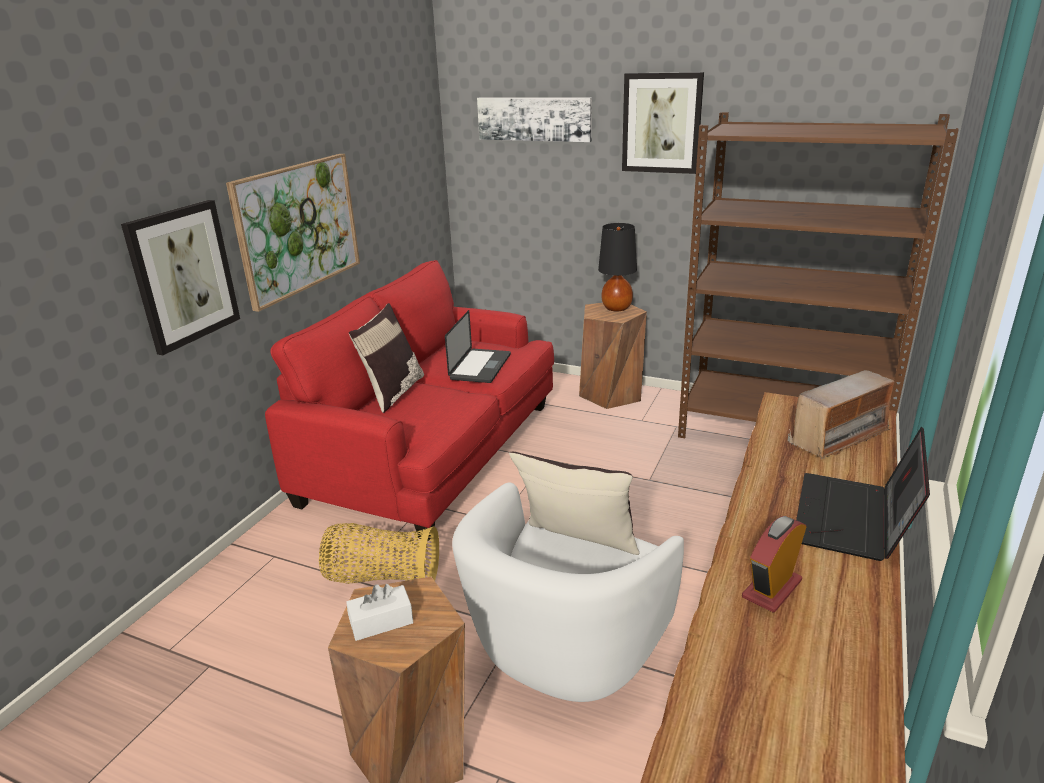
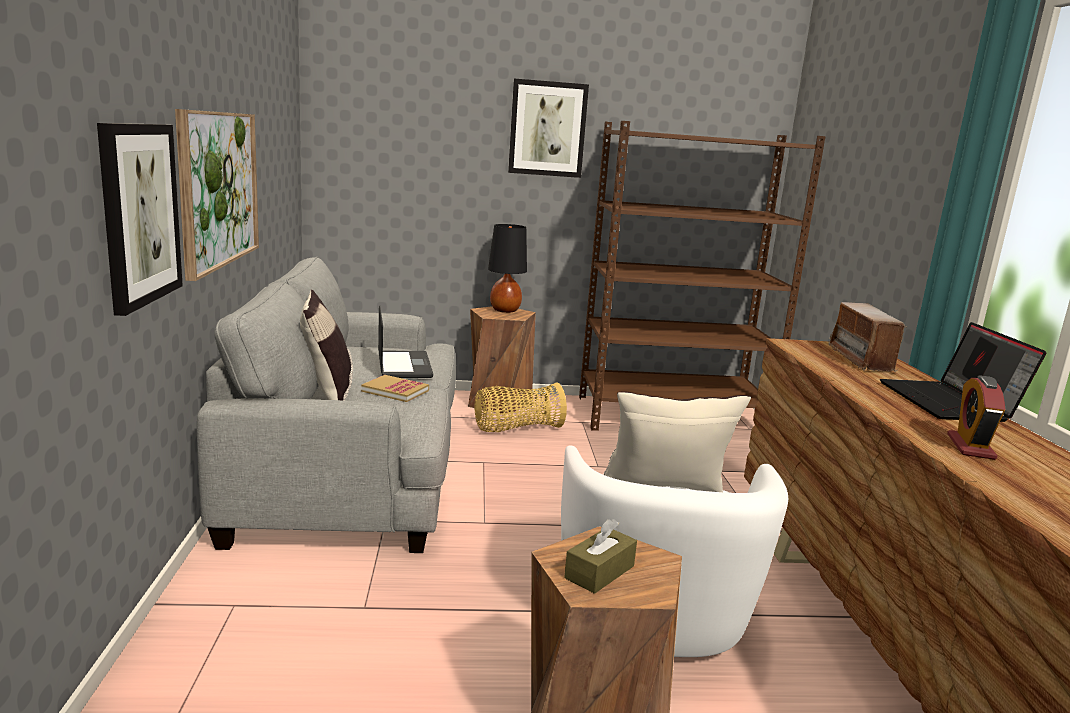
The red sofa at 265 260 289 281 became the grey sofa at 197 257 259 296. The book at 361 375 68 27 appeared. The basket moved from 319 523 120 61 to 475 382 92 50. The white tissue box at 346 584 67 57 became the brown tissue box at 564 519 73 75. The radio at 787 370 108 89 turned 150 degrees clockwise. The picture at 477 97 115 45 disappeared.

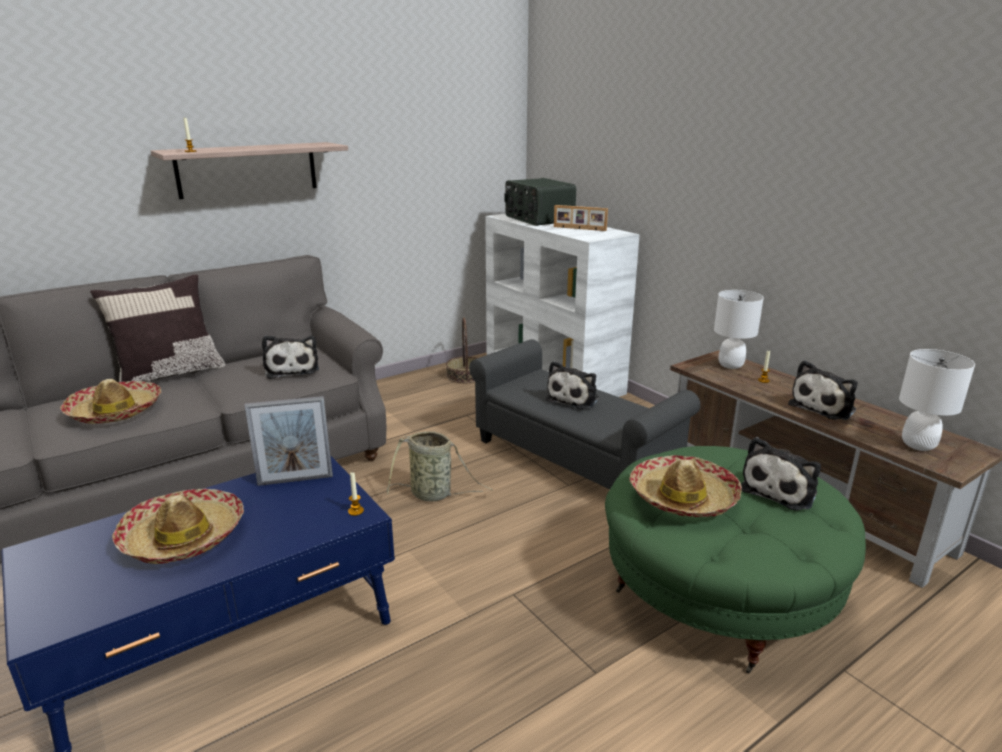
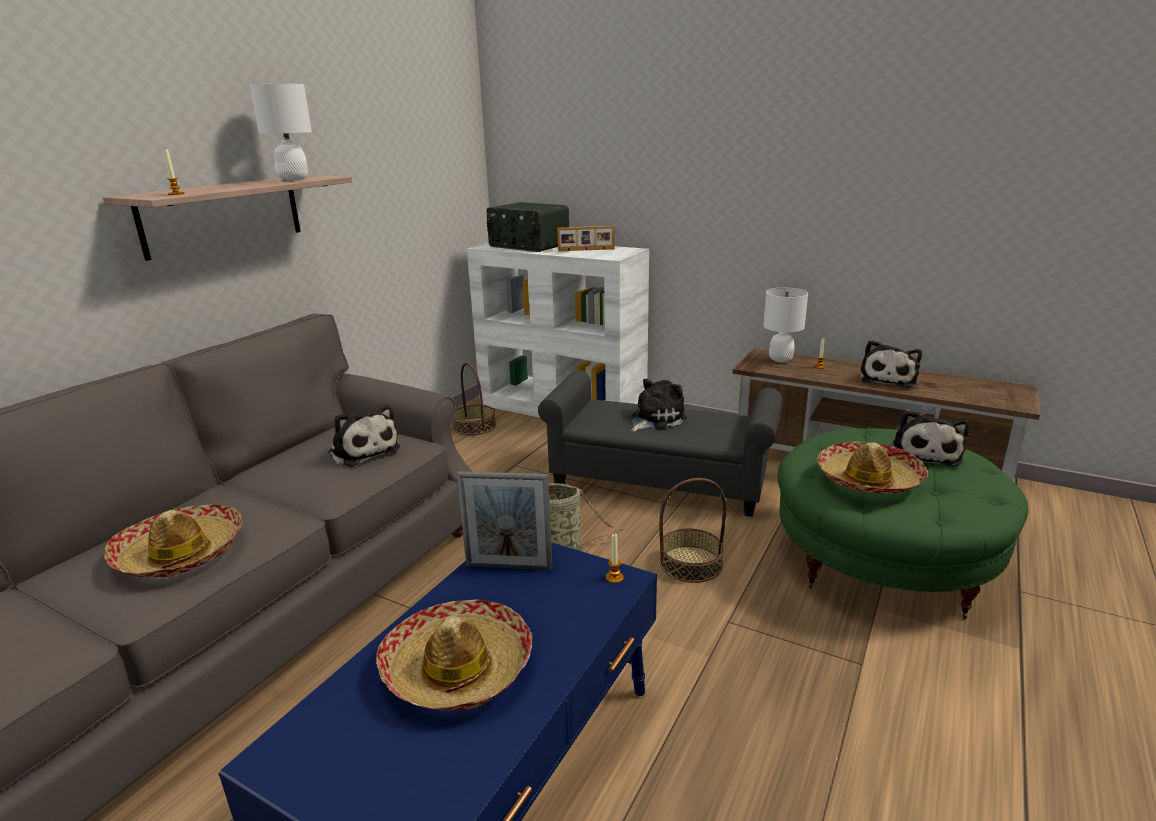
The white table lamp moved from 899 349 76 102 to 250 83 62 97. The picture frame at 244 396 89 90 turned 45 degrees clockwise. The plush toy at 545 361 54 48 turned 135 degrees counterclockwise. The basket at 659 478 67 105 appeared. The pillow at 90 274 135 108 disappeared.

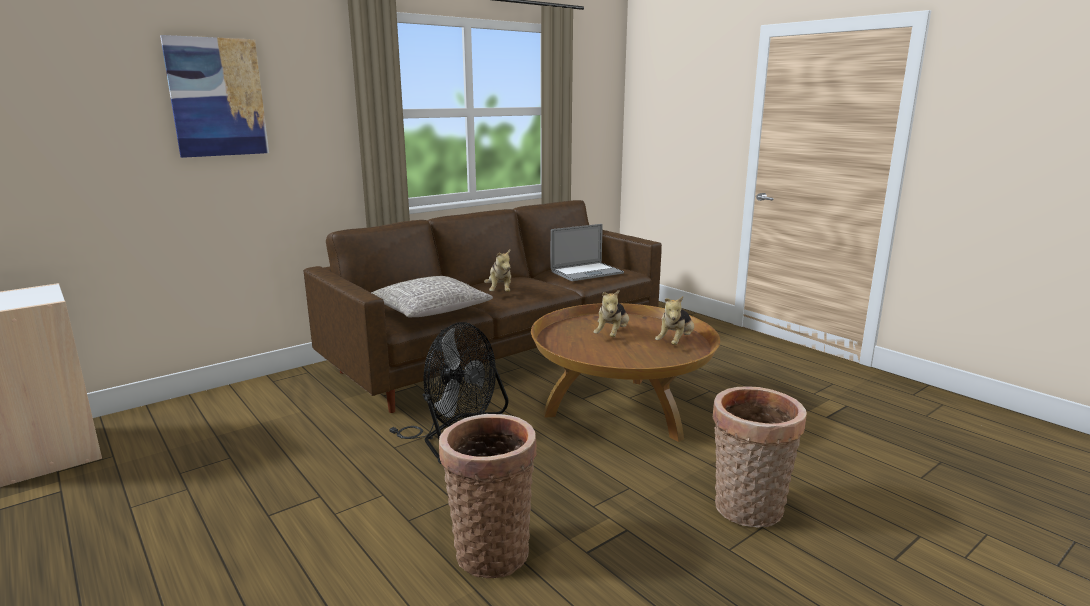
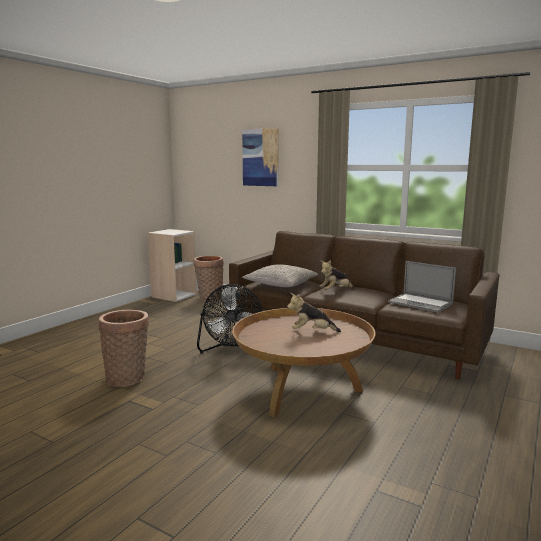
The basket moved from 712 386 95 142 to 194 256 30 45. The plush toy at 655 296 39 49 disappeared.

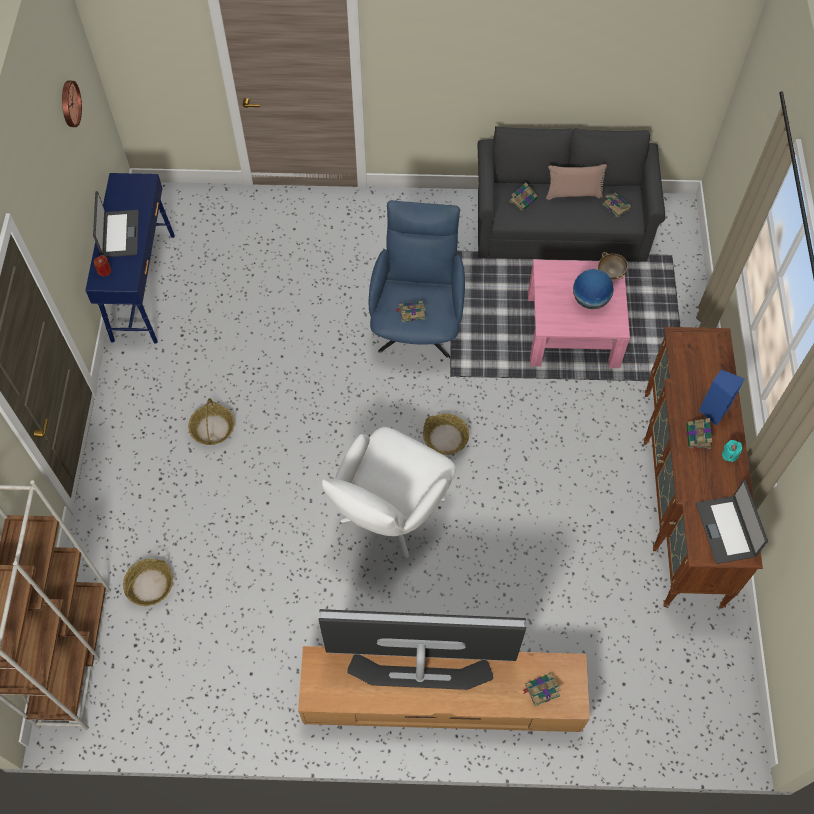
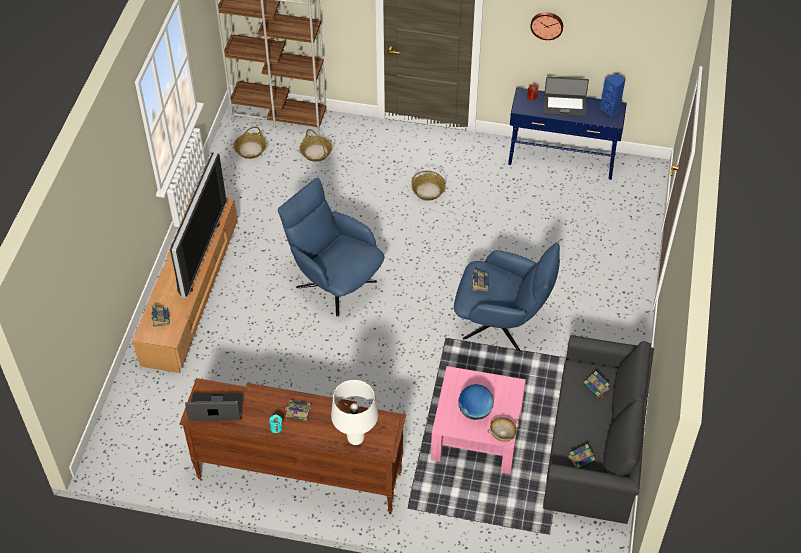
The basket moved from 423 414 46 41 to 233 126 34 33. The white armchair at 322 427 134 132 became the blue armchair at 278 178 107 139. The white table lamp at 331 380 47 65 appeared. The wall clock moved from 62 81 20 46 to 530 12 33 28. The blue speaker moved from 699 369 46 57 to 600 73 26 44. The beige pillow at 546 164 61 36 disappeared.

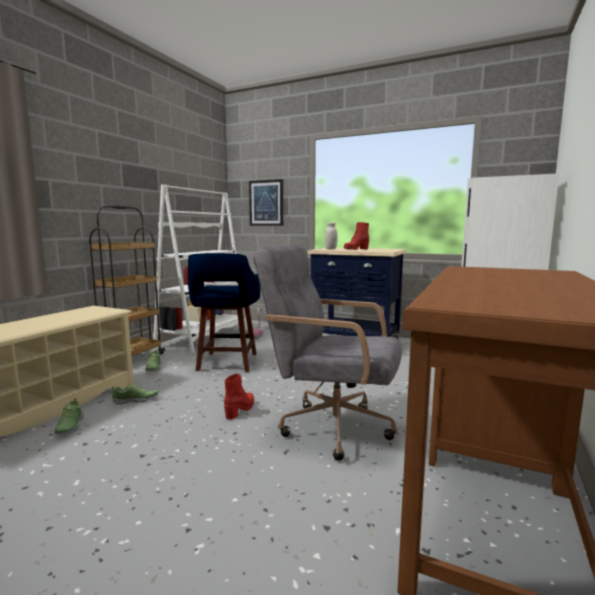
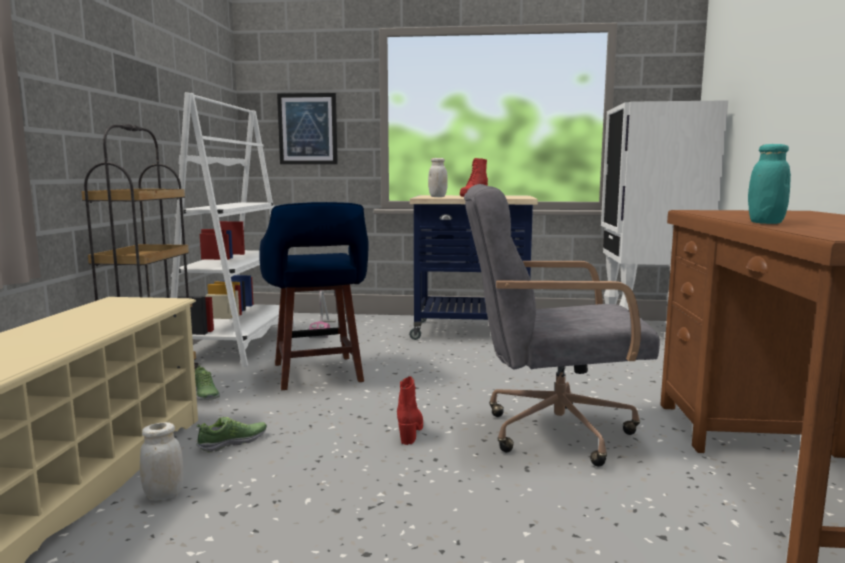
The shoe at 54 398 30 37 was replaced by the white jar at 140 422 43 79. The turquoise jar at 748 144 43 80 appeared.

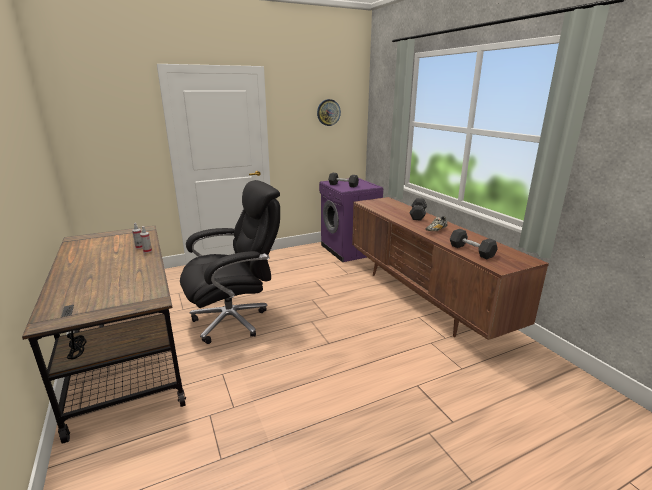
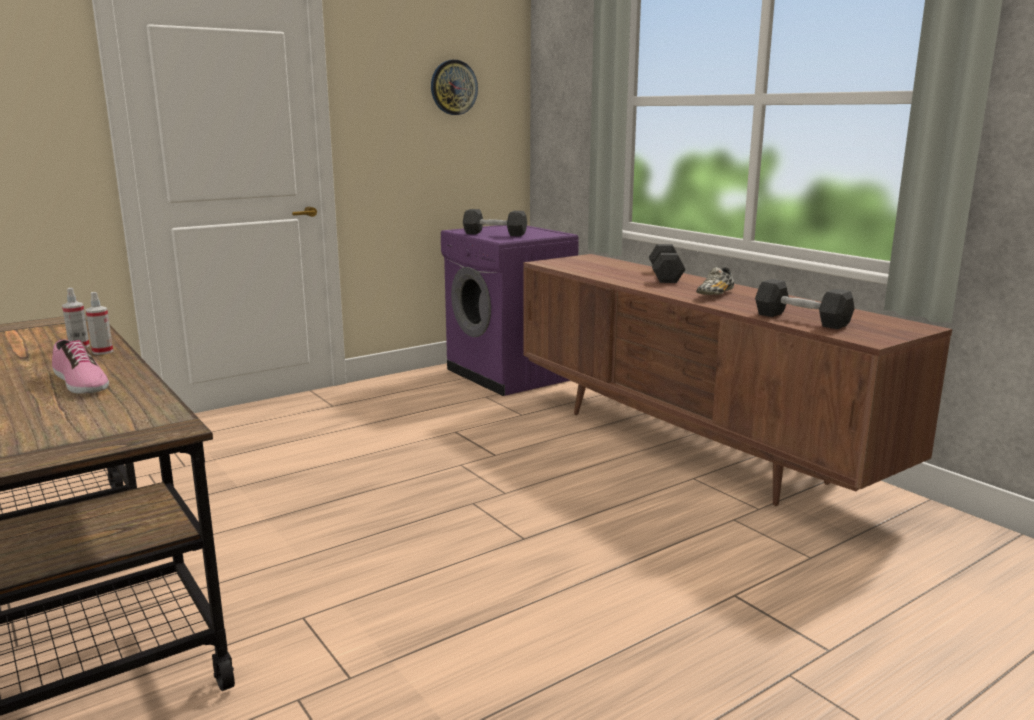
The shoe at 52 339 57 55 appeared. The black office chair at 180 180 100 164 disappeared.

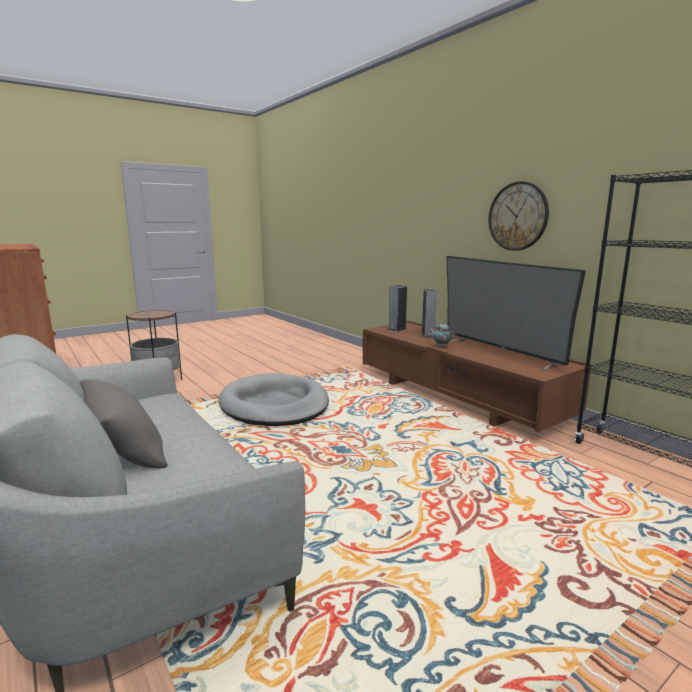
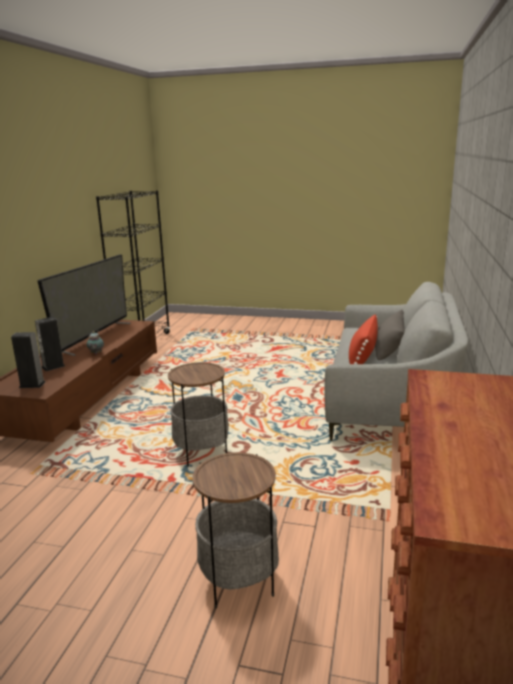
The grey dog bed at 219 373 110 53 was replaced by the side table at 168 362 61 105. The red pillow at 349 314 29 50 appeared. The wall clock at 488 181 61 70 disappeared.

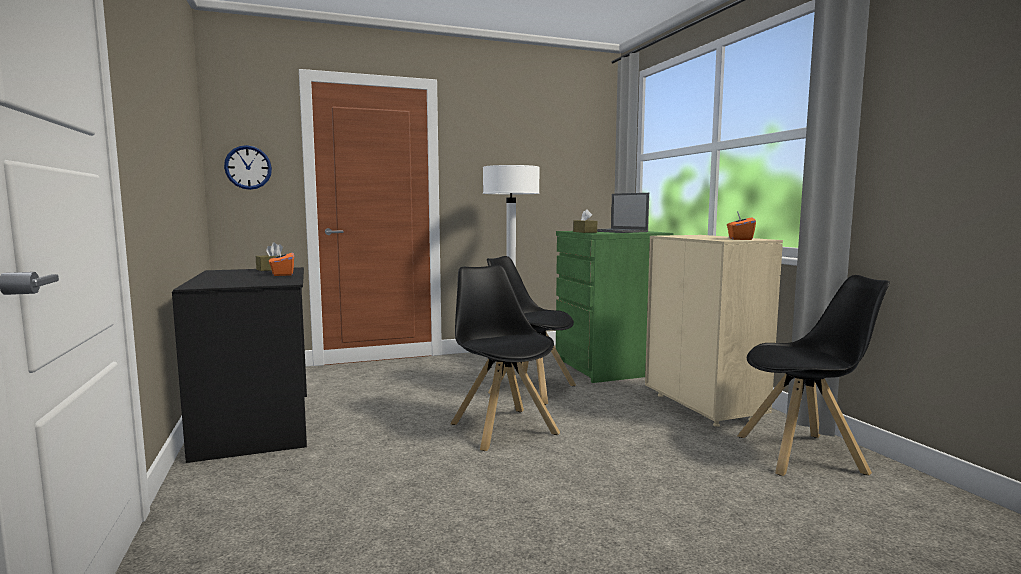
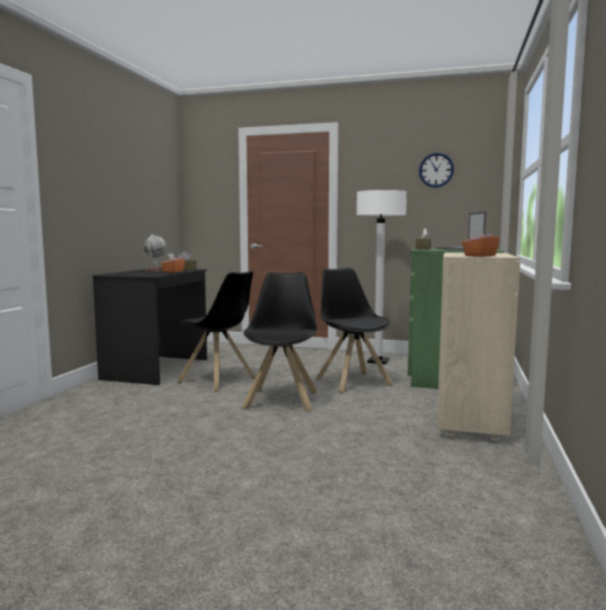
The globe at 144 234 22 38 appeared. The black chair moved from 737 275 153 201 to 177 270 79 121. The wall clock moved from 224 145 48 45 to 419 153 35 34.

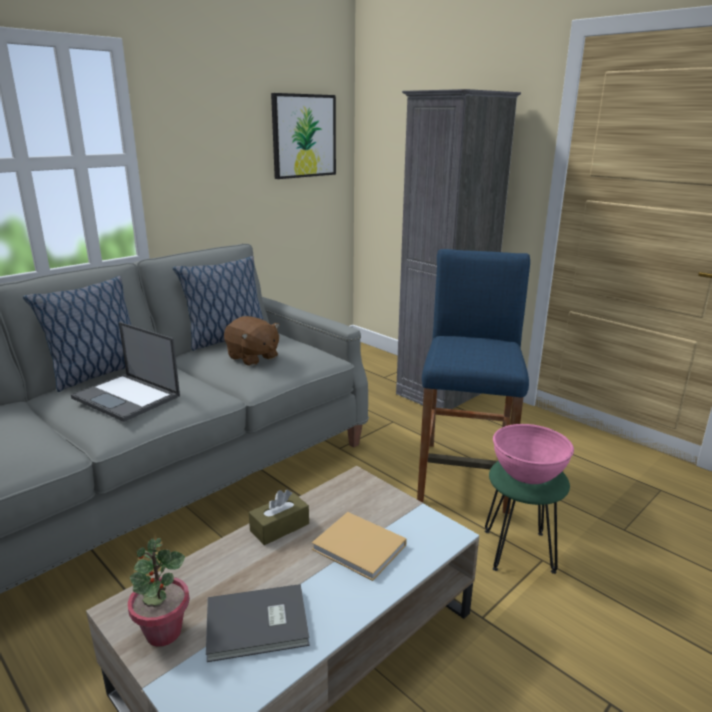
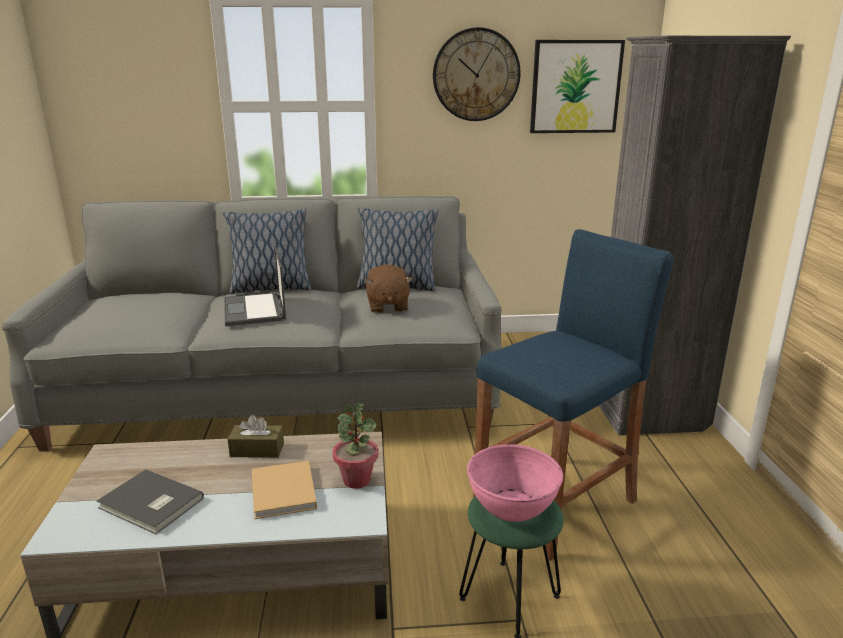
The potted plant moved from 128 538 62 109 to 333 403 46 86. The wall clock at 433 27 88 94 appeared.

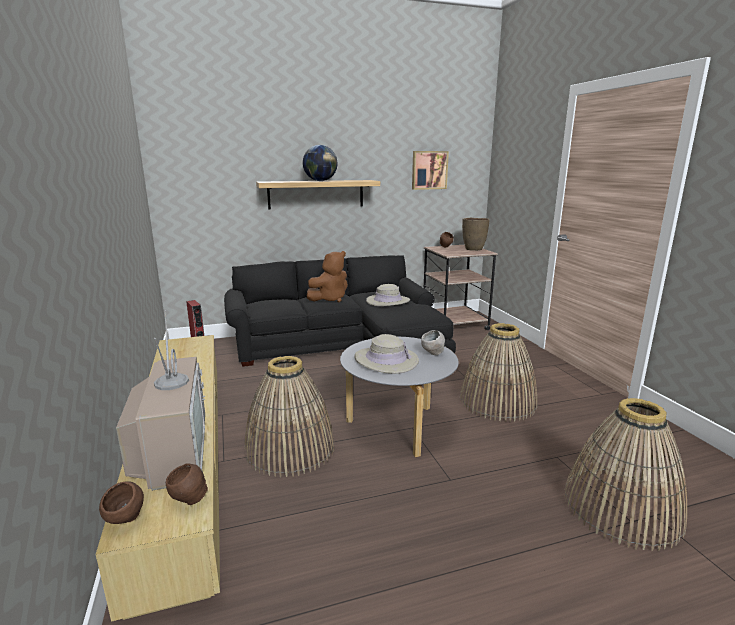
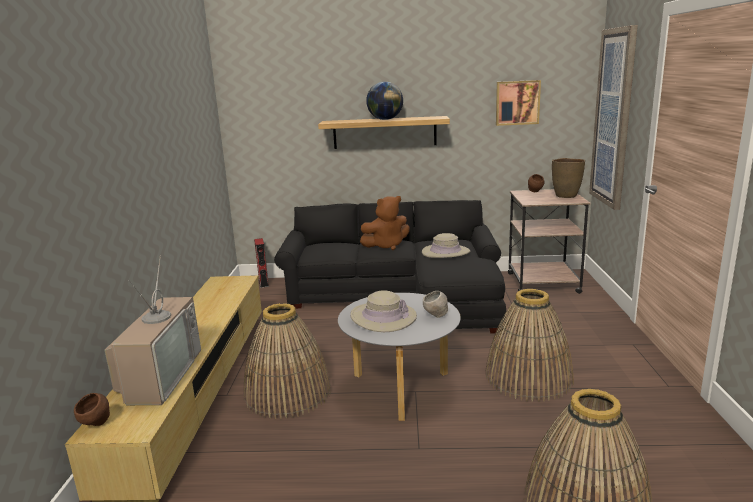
The picture at 589 25 49 185 appeared. The brown bowl at 166 463 42 42 disappeared.

